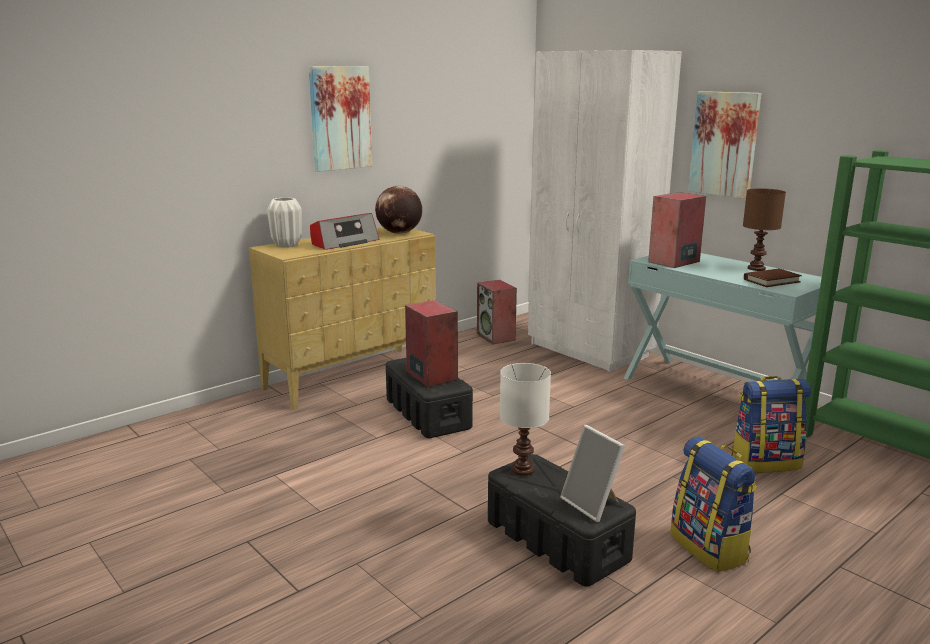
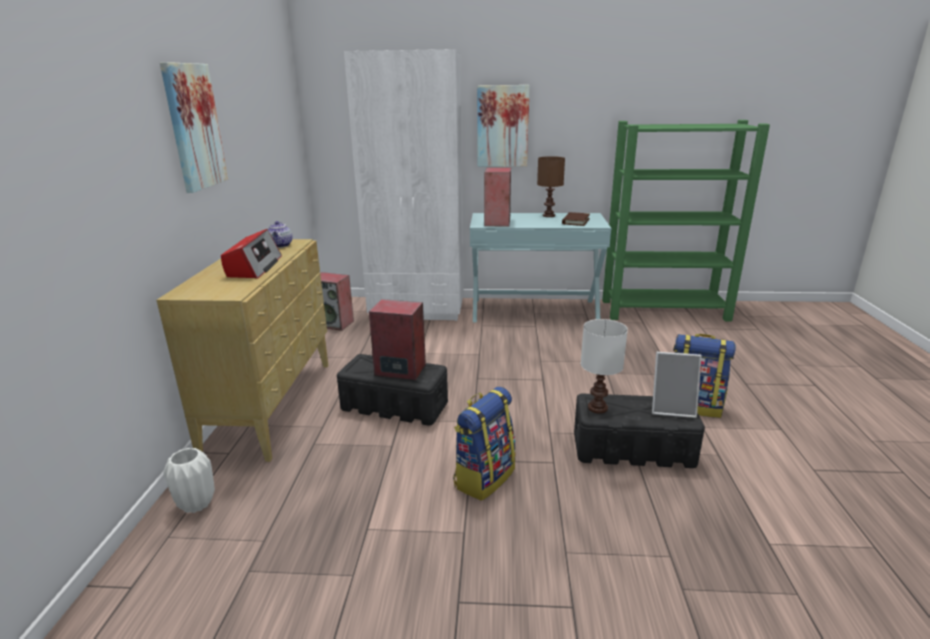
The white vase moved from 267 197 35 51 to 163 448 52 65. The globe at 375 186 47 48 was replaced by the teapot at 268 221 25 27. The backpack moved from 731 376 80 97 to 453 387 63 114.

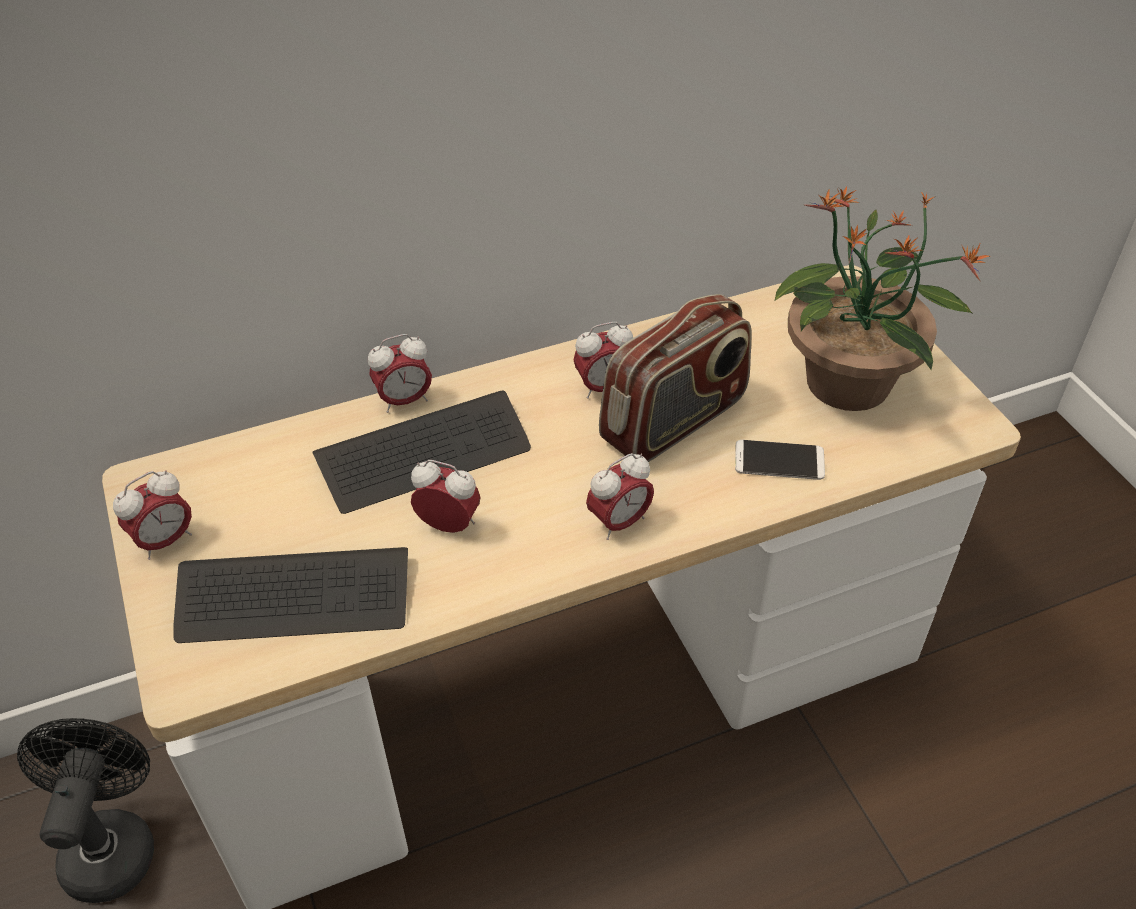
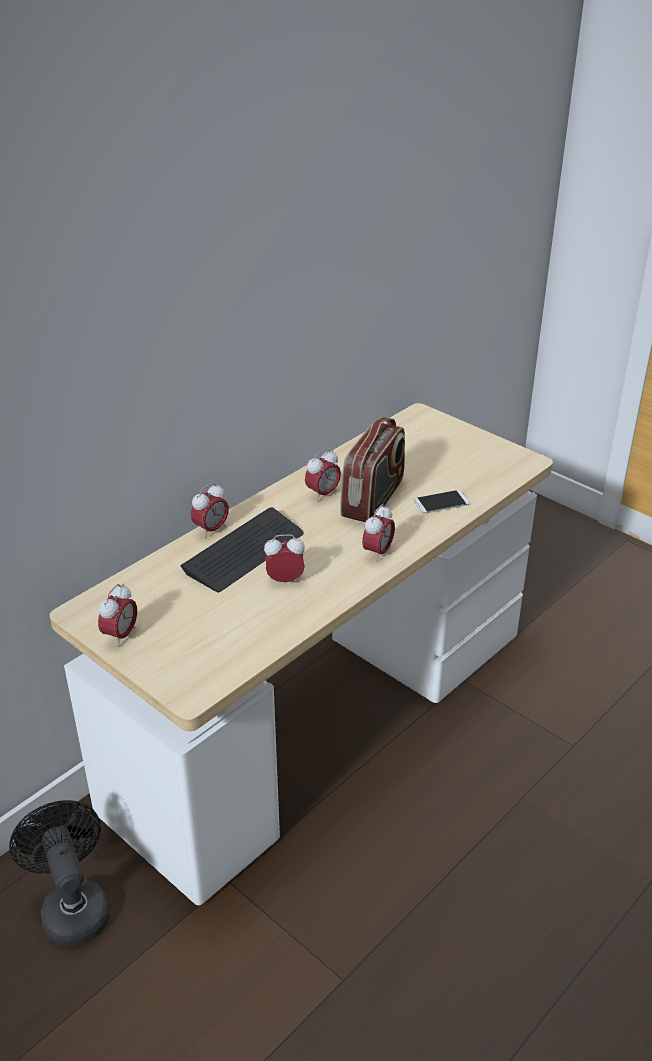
The keyboard at 173 547 235 96 disappeared. The potted plant at 775 187 215 224 disappeared.

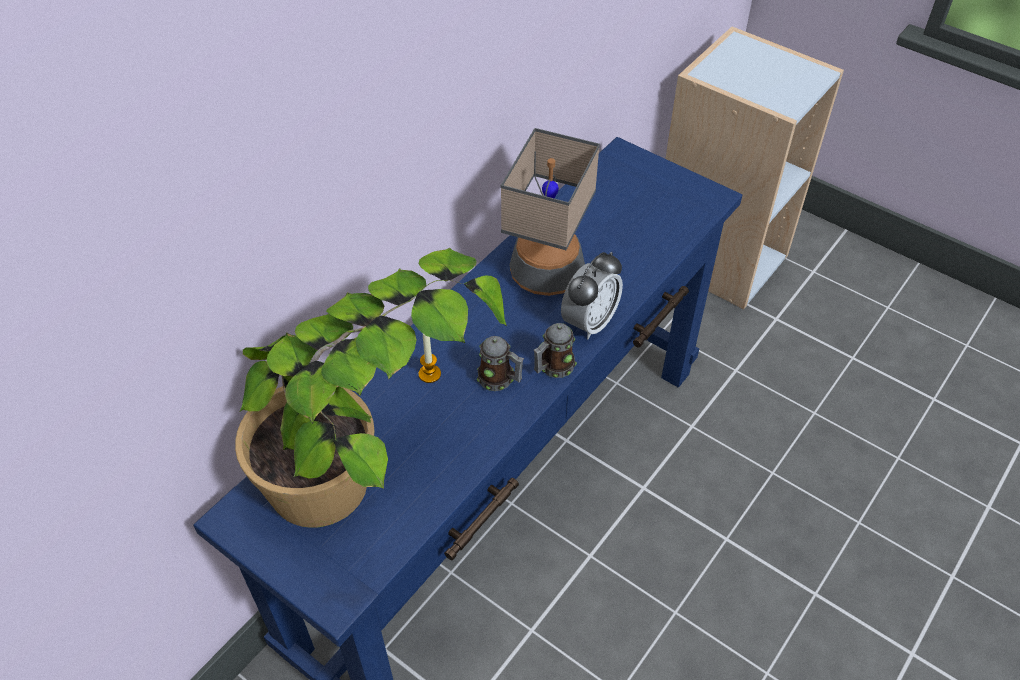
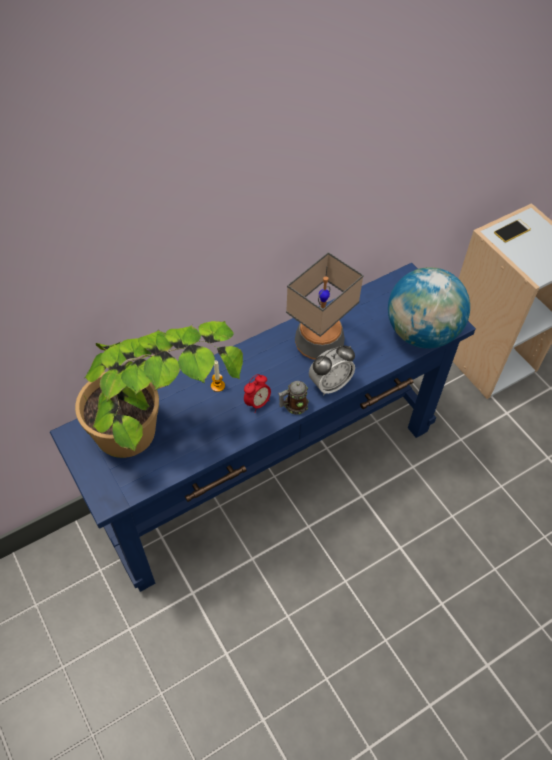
The mug at 477 336 47 55 was replaced by the alarm clock at 244 374 27 39. The globe at 388 267 82 81 appeared. The phone at 494 219 37 23 appeared.

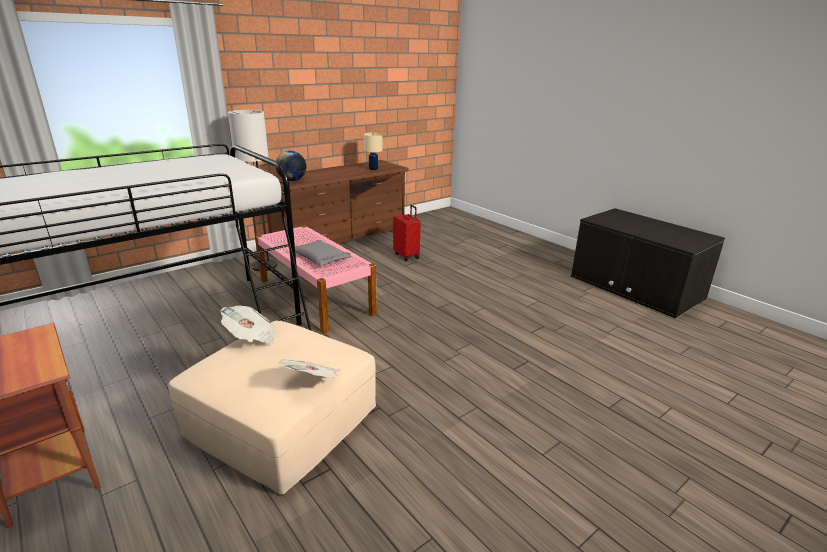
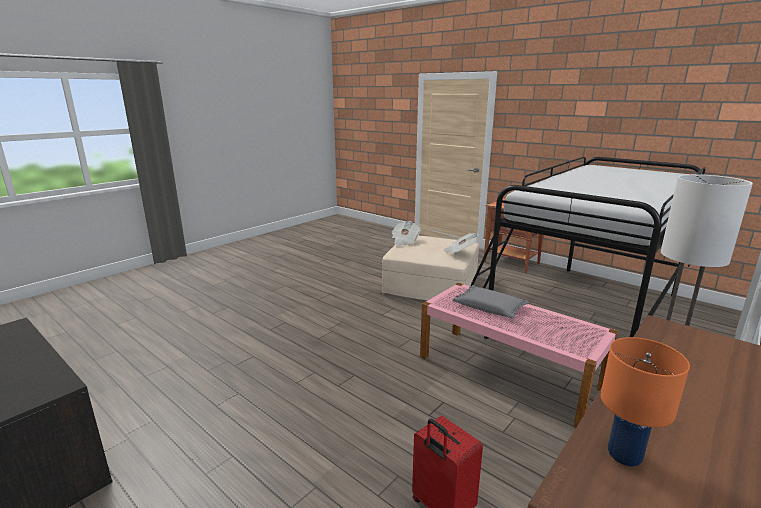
The beige table lamp at 364 133 19 37 became the orange table lamp at 601 337 89 130. The globe at 276 150 30 31 disappeared.

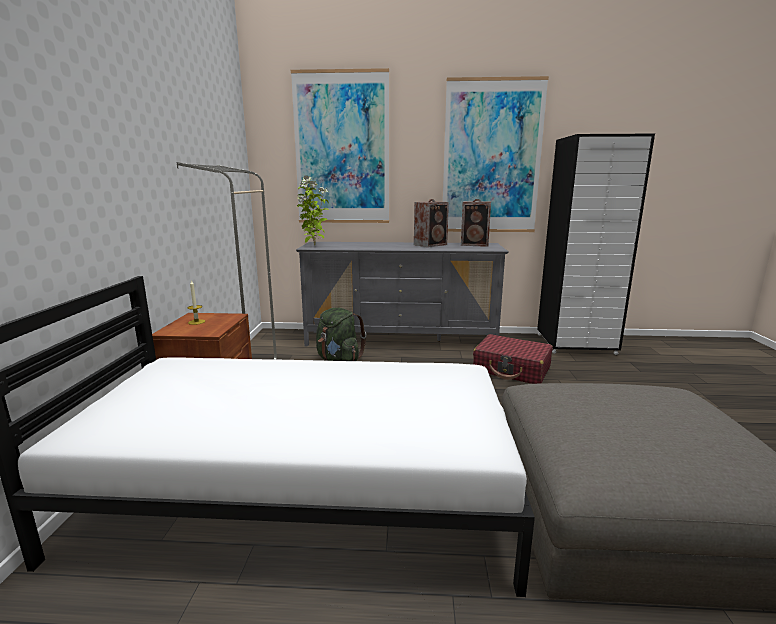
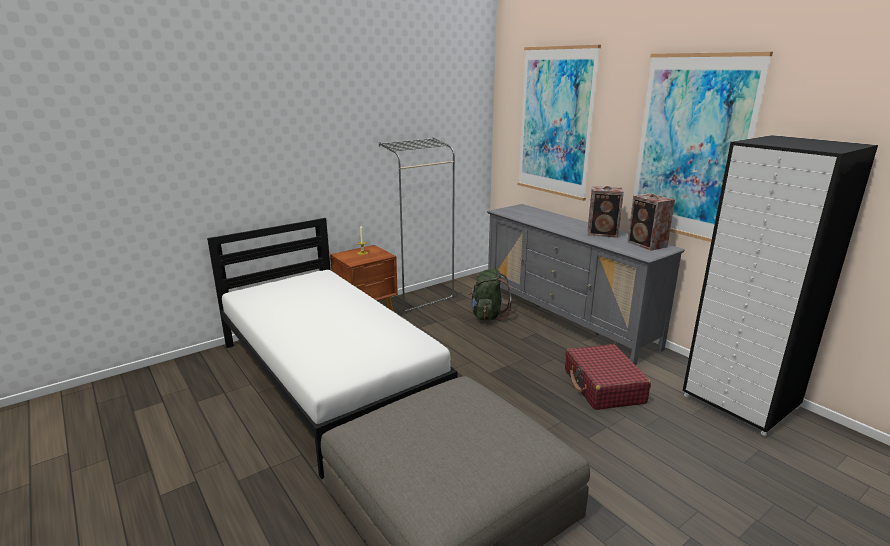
The potted plant at 297 175 32 70 disappeared.

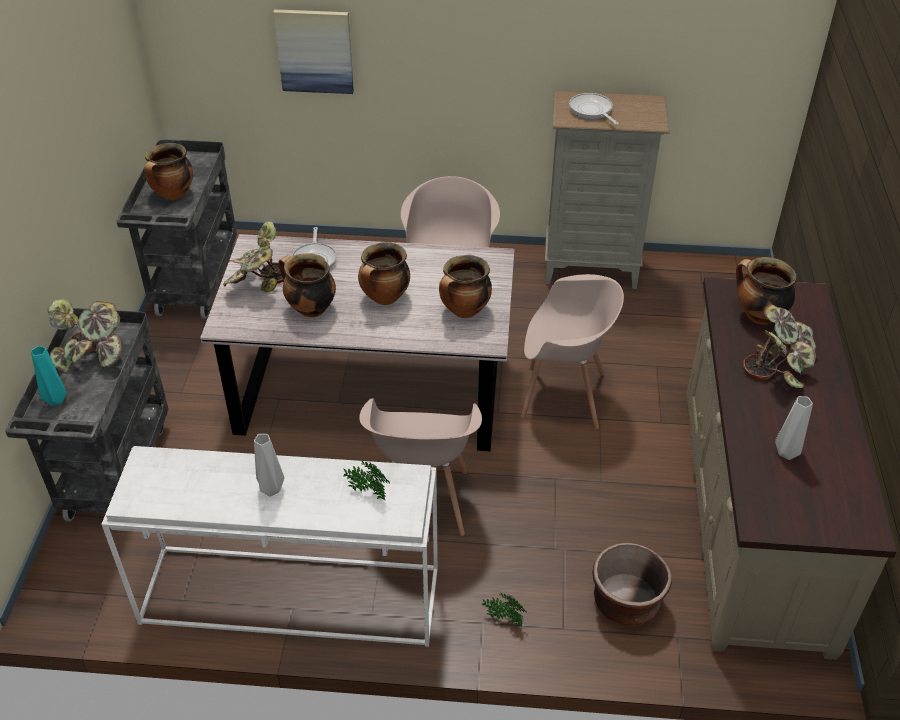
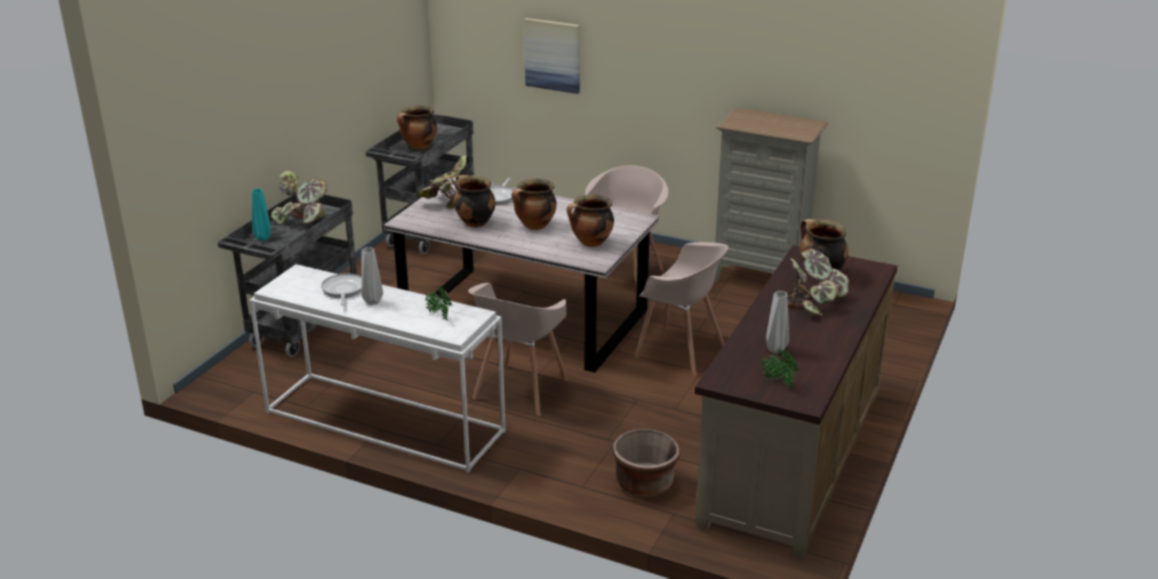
The frying pan moved from 569 93 50 32 to 321 273 41 33. The potted plant moved from 482 593 45 34 to 760 349 40 39.

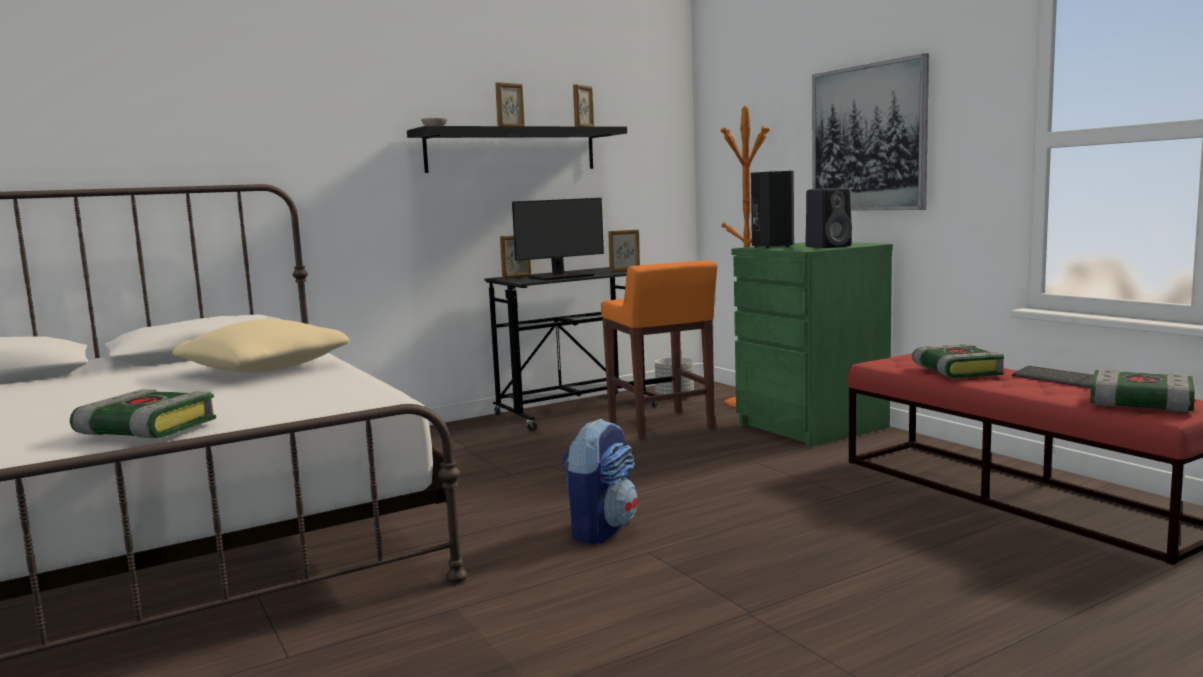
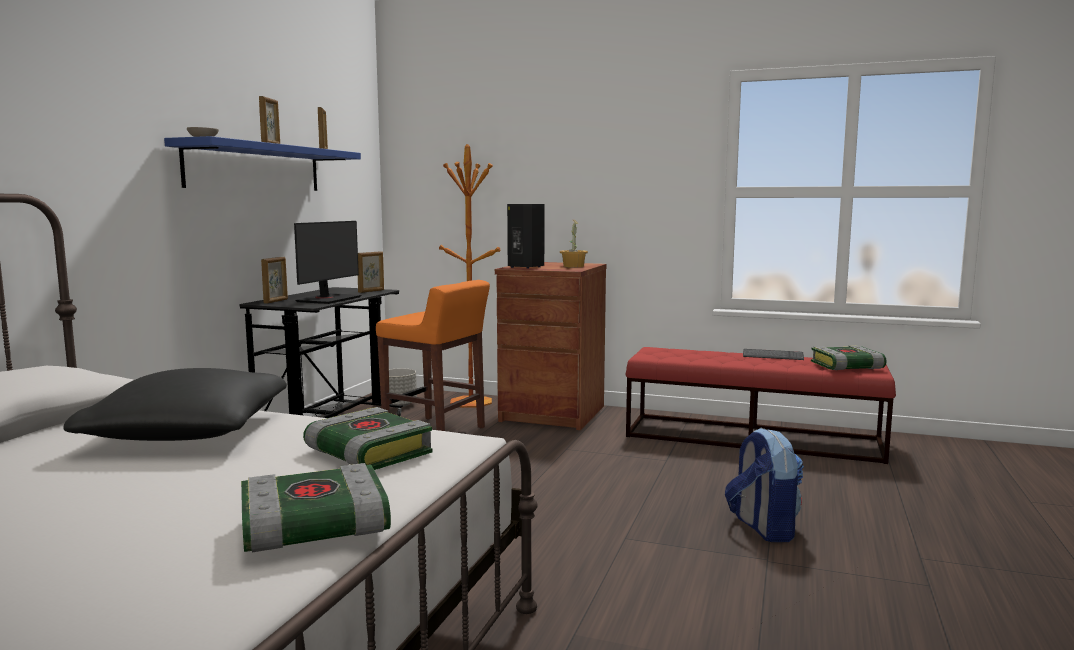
The beige pillow at 173 319 176 54 became the black pillow at 63 368 224 73. The black shelf at 407 126 220 47 became the blue shelf at 164 136 197 55. The book moved from 912 344 92 34 to 303 407 129 63. The green dresser at 732 242 161 205 became the brown dresser at 495 262 112 168. The black speaker at 805 188 47 60 was replaced by the potted plant at 560 220 28 48. The backpack moved from 562 419 76 125 to 725 428 79 114. The picture at 812 53 117 158 disappeared.

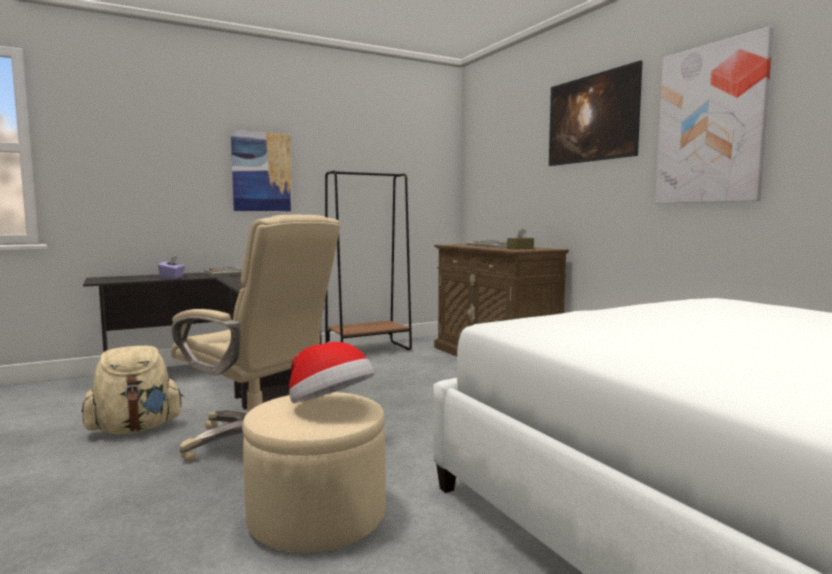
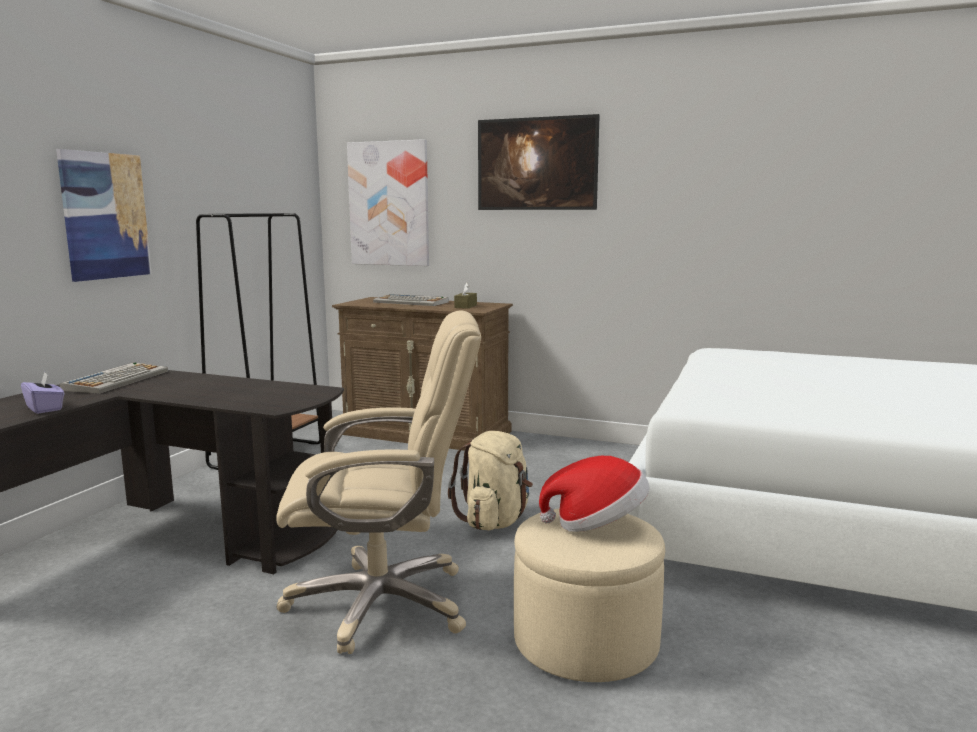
The picture moved from 655 26 118 178 to 347 139 82 127. The beige backpack moved from 82 346 102 88 to 448 431 85 99.

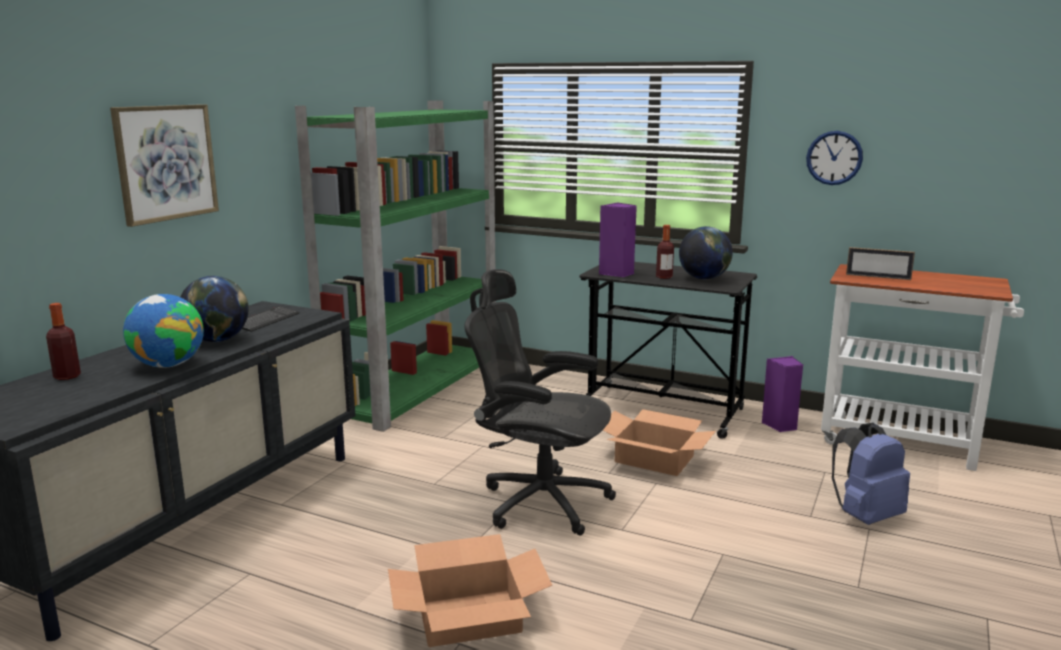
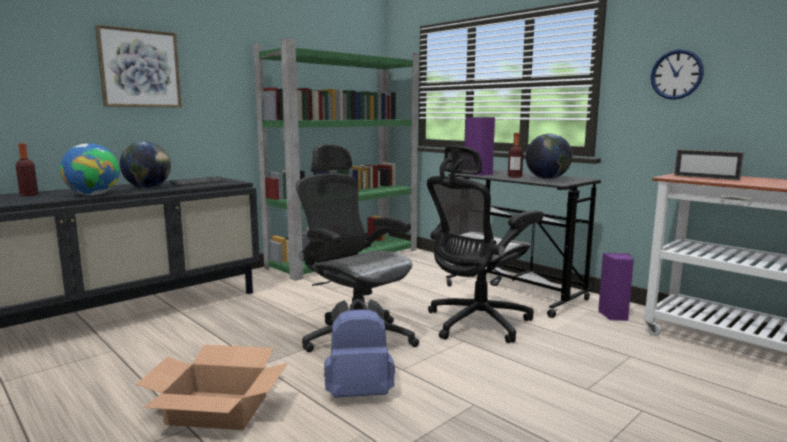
The blue backpack moved from 832 423 78 102 to 324 299 71 99. The cardboard box at 603 409 113 67 was replaced by the office chair at 427 146 116 197.

